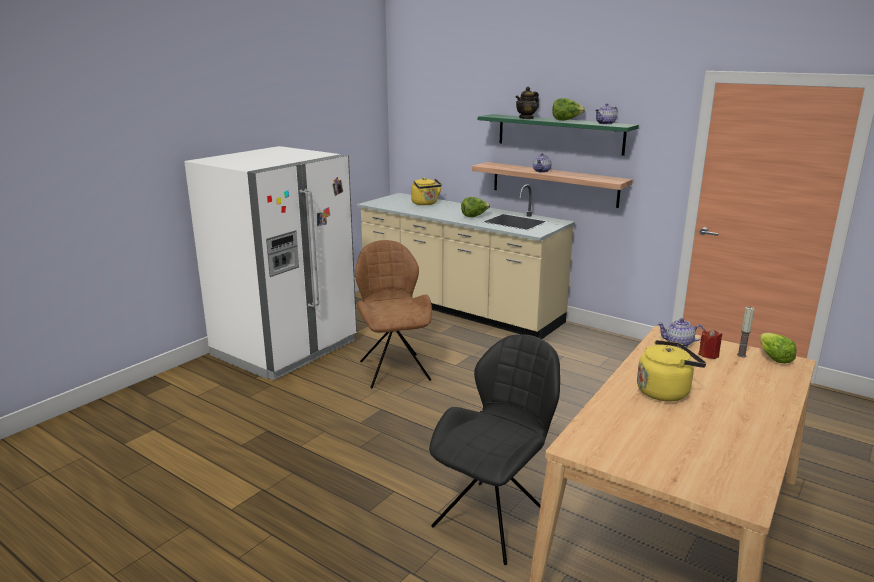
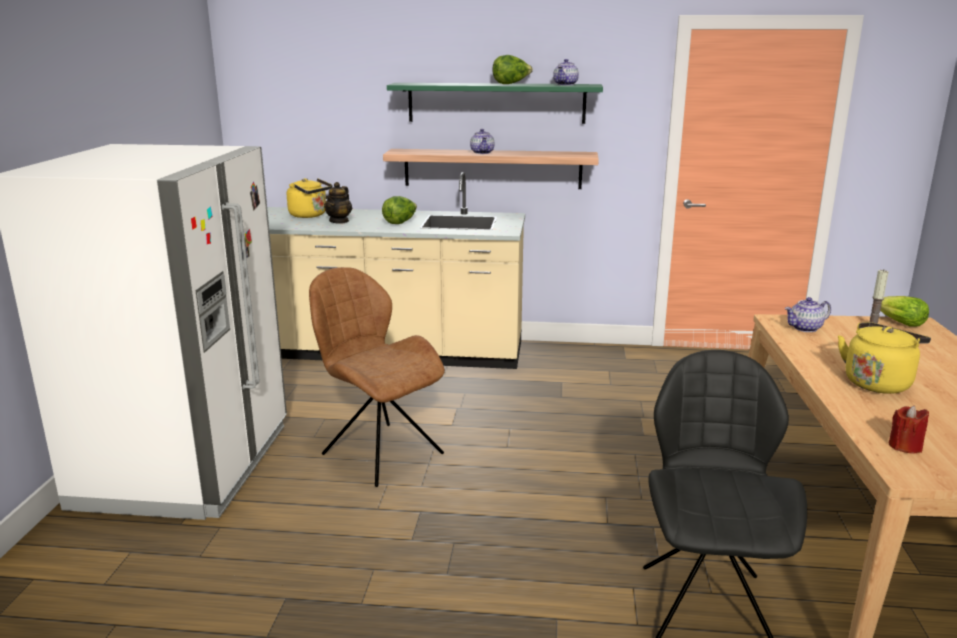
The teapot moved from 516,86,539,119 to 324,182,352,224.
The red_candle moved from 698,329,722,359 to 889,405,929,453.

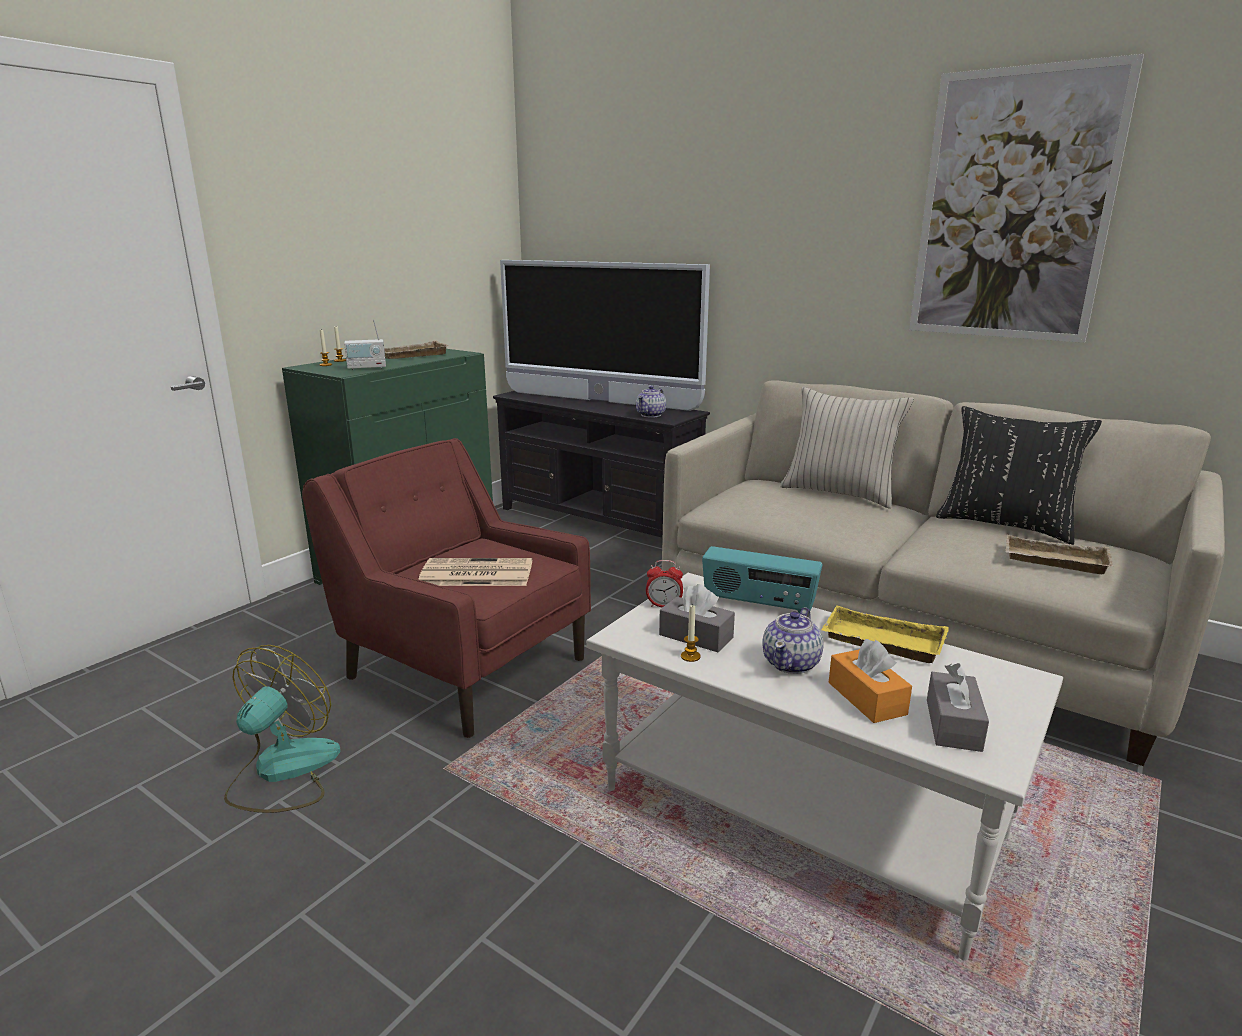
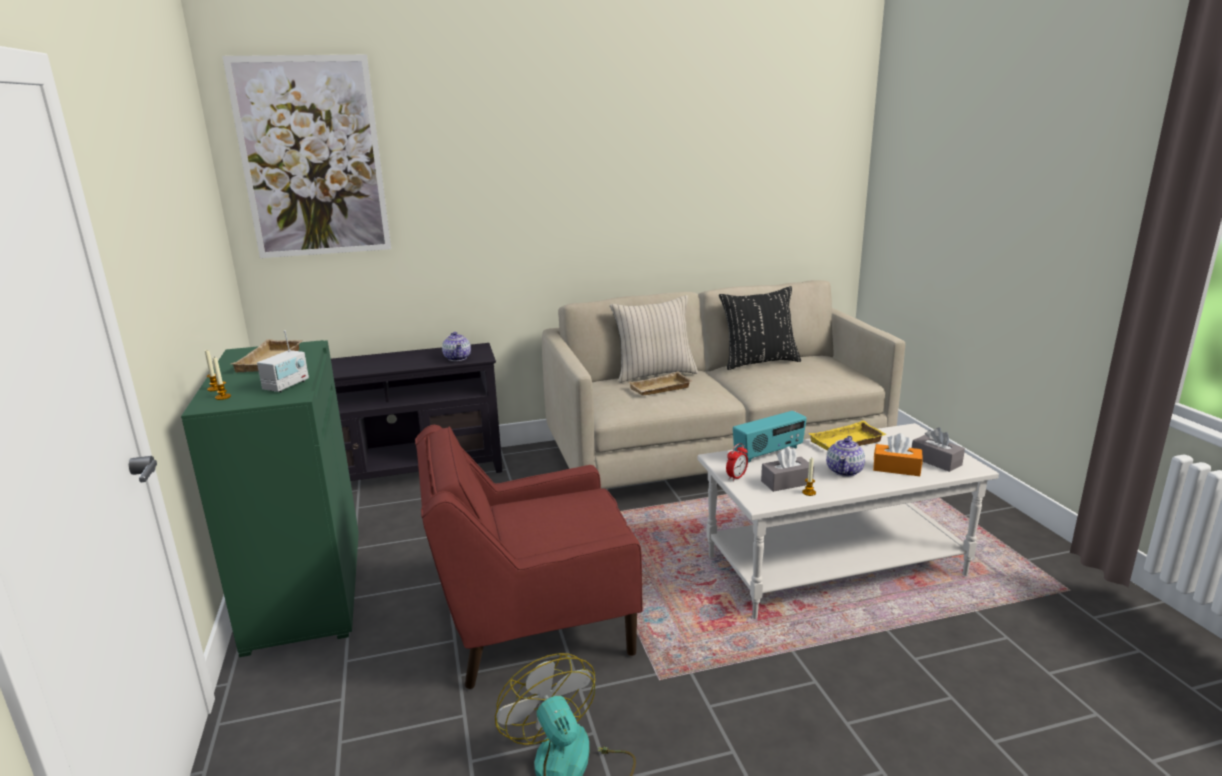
The newspaper at 418,558,532,586 disappeared.
The television at 500,260,710,411 disappeared.
The teapot at 762,607,824,674 turned 45 degrees clockwise.
The picture moved from 909,54,1144,343 to 222,55,391,258.
The beige_tray moved from 1005,535,1113,574 to 629,371,692,396.

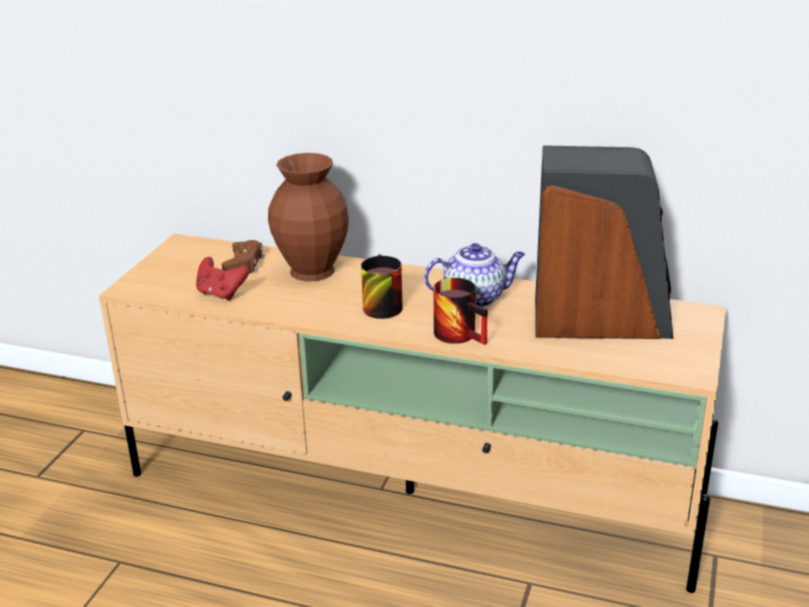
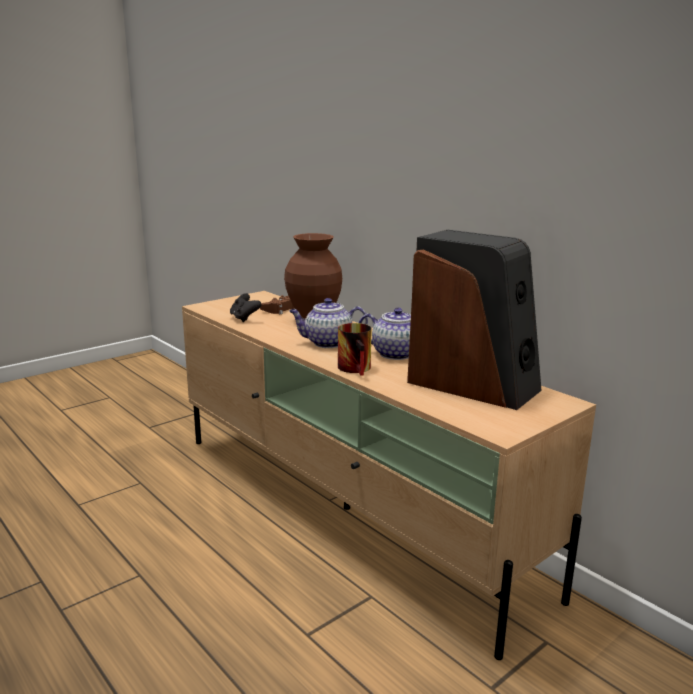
The red_game_controller at 196,257,249,301 became the black_game_controller at 230,293,261,322.
The mug at 361,254,403,319 was replaced by the teapot at 289,298,368,348.

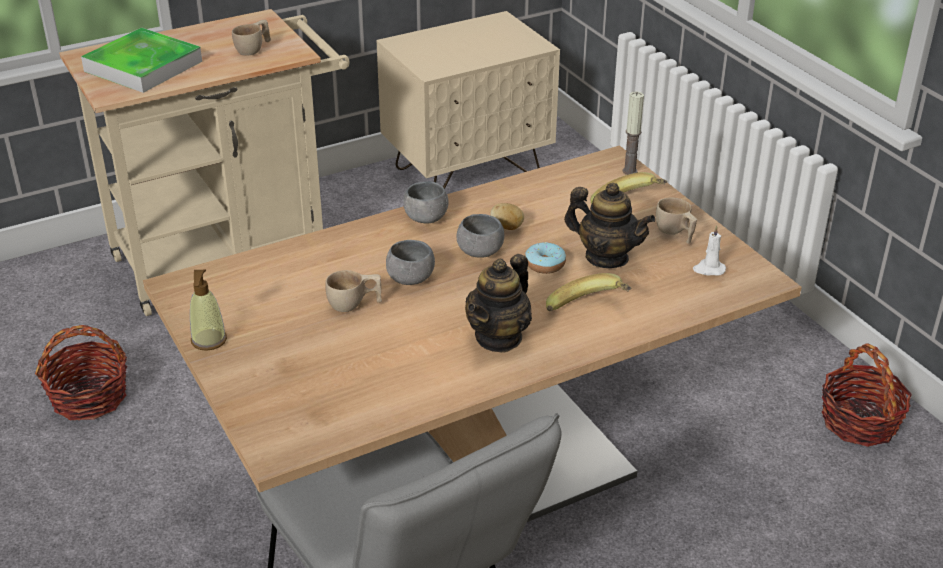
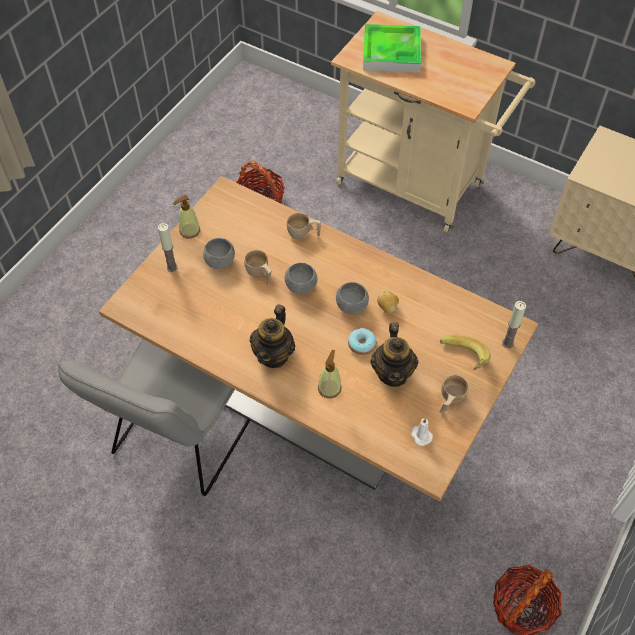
The beige_cup moved from 232,20,271,56 to 287,213,321,239.
The grey_bowl moved from 403,181,448,223 to 203,238,235,269.
The teapot at 465,254,532,353 turned 75 degrees counterclockwise.
The banana at 546,273,631,312 was replaced by the soap_dispenser at 318,350,341,398.
The candle at 158,223,178,272 appeared.

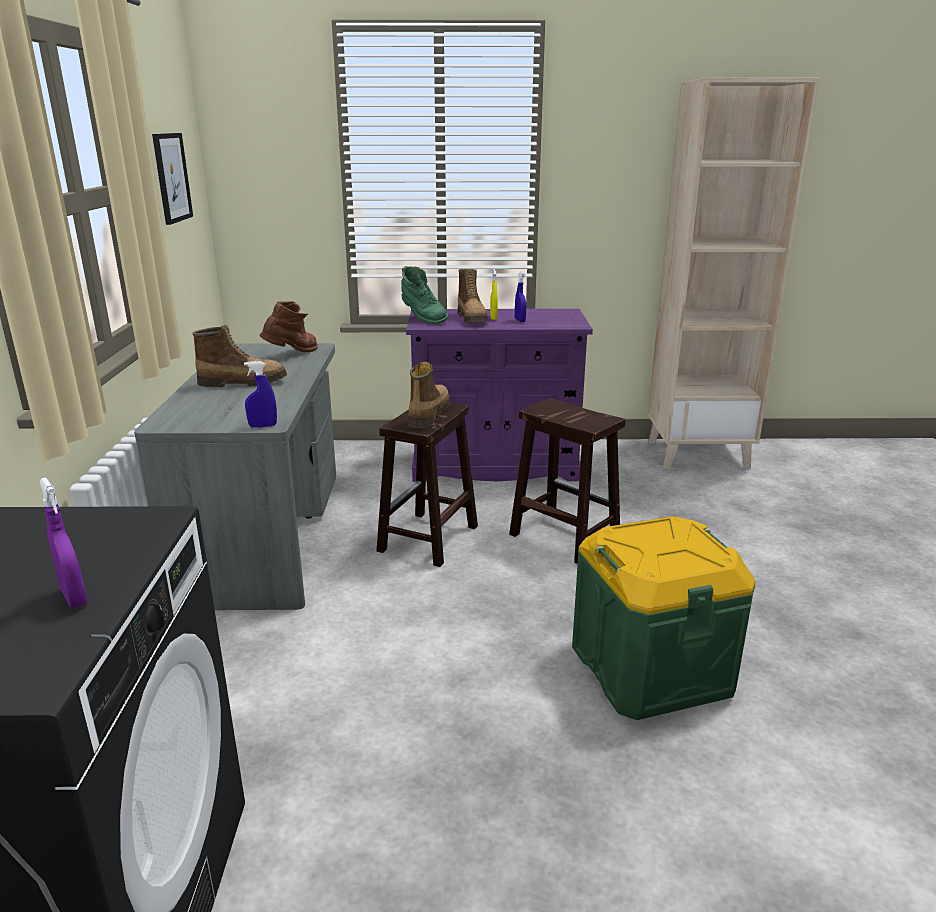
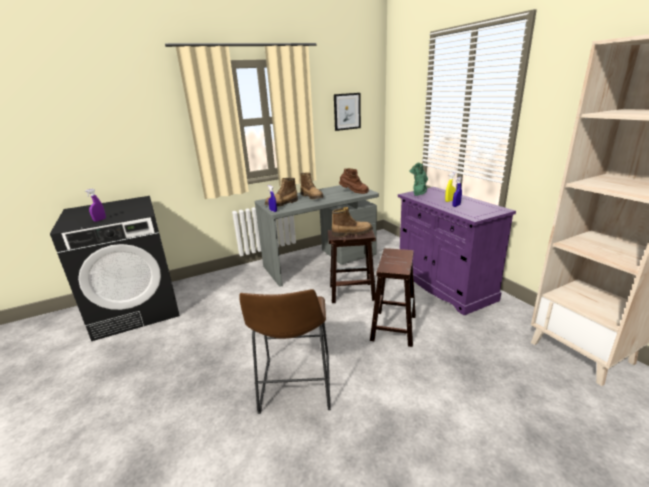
The boot moved from 457,269,488,323 to 265,178,298,206.
The green_storage_box at 572,516,755,720 was replaced by the brown_stool at 239,289,331,414.

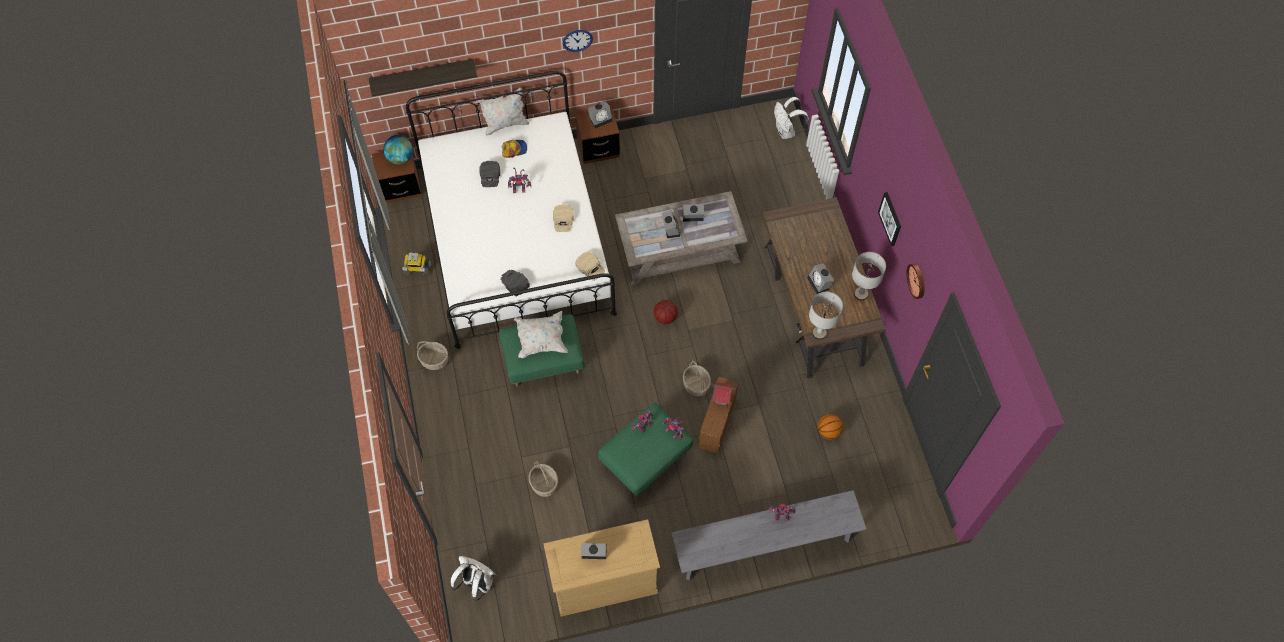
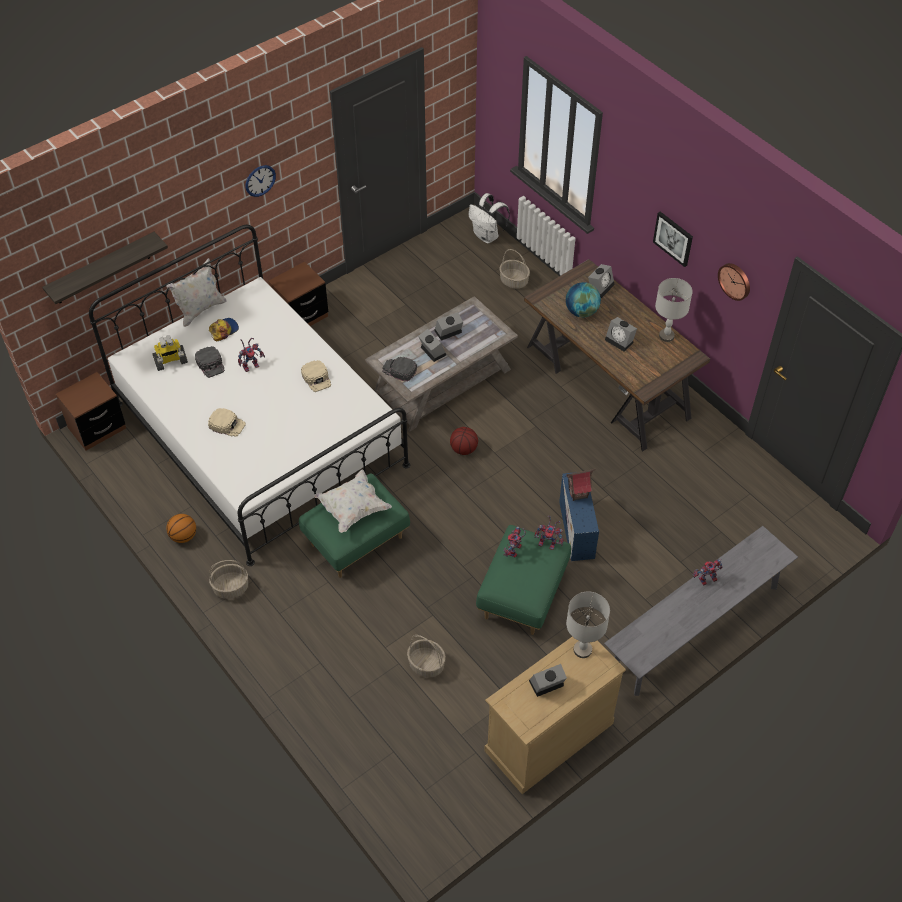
The globe moved from 383,135,413,164 to 566,282,601,317.
The toy_robot moved from 403,252,431,275 to 153,336,188,371.
The white_backpack at 451,556,496,601 disappeared.
The black_cap moved from 500,270,530,296 to 382,357,417,382.
The beige_cap moved from 575,252,605,281 to 208,408,246,437.
The alarm_clock moved from 588,101,612,128 to 588,264,615,298.
The basket moved from 683,361,711,397 to 499,249,530,289.
The brown_storage_box at 698,377,738,454 became the blue_storage_box at 559,472,599,561.
The grey_table_lamp moved from 809,292,843,340 to 566,592,610,658.
The basketball moved from 818,414,843,440 to 167,514,196,543.

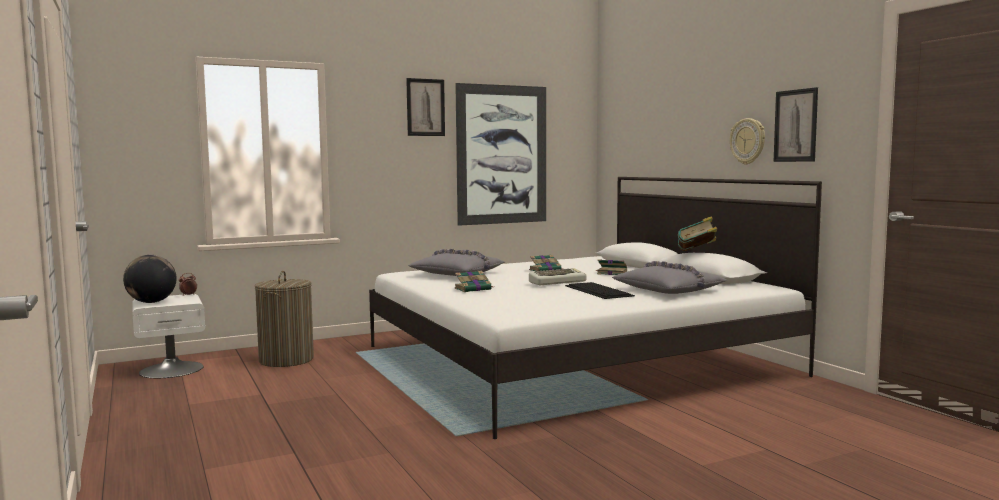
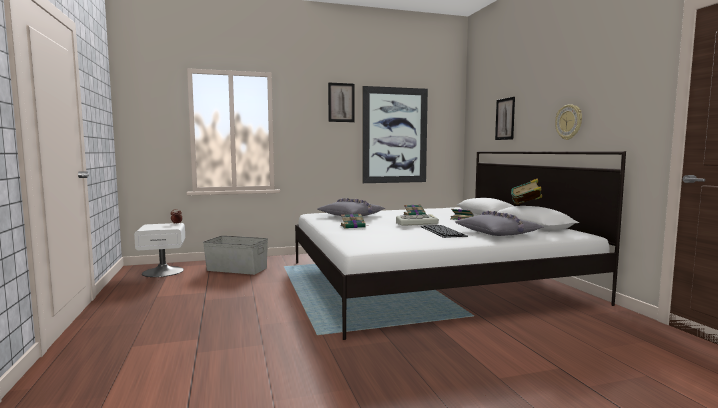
The globe at 123,255,177,303 disappeared.
The laundry_basket at 255,271,314,367 was replaced by the grey_storage_box at 203,236,268,275.
The picture moved from 774,87,818,162 to 495,97,515,140.

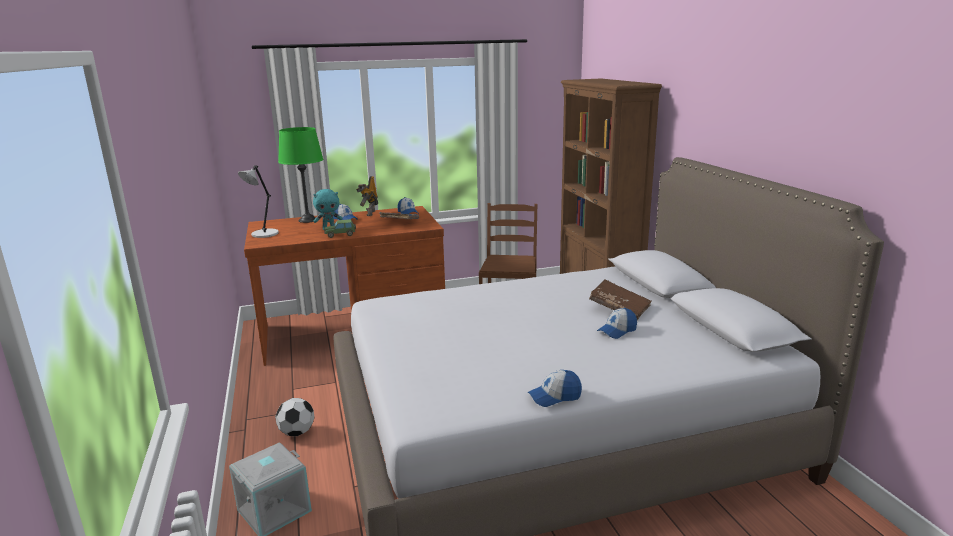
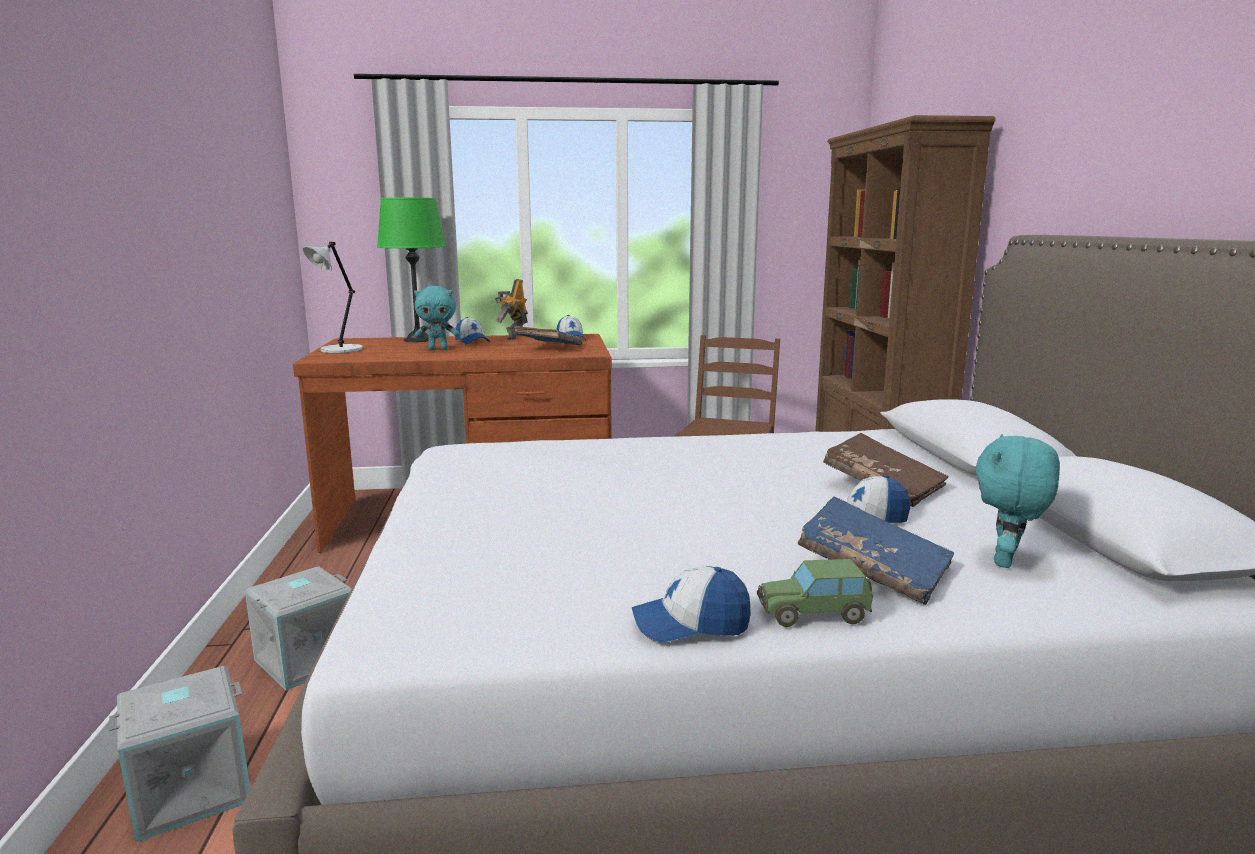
The football at 275,398,315,436 was replaced by the grey_storage_box at 245,566,352,691.
The toy_car moved from 324,219,356,238 to 757,559,873,627.
The blue_book at 798,496,954,605 appeared.
The turquoise_plush_toy at 975,434,1060,568 appeared.

